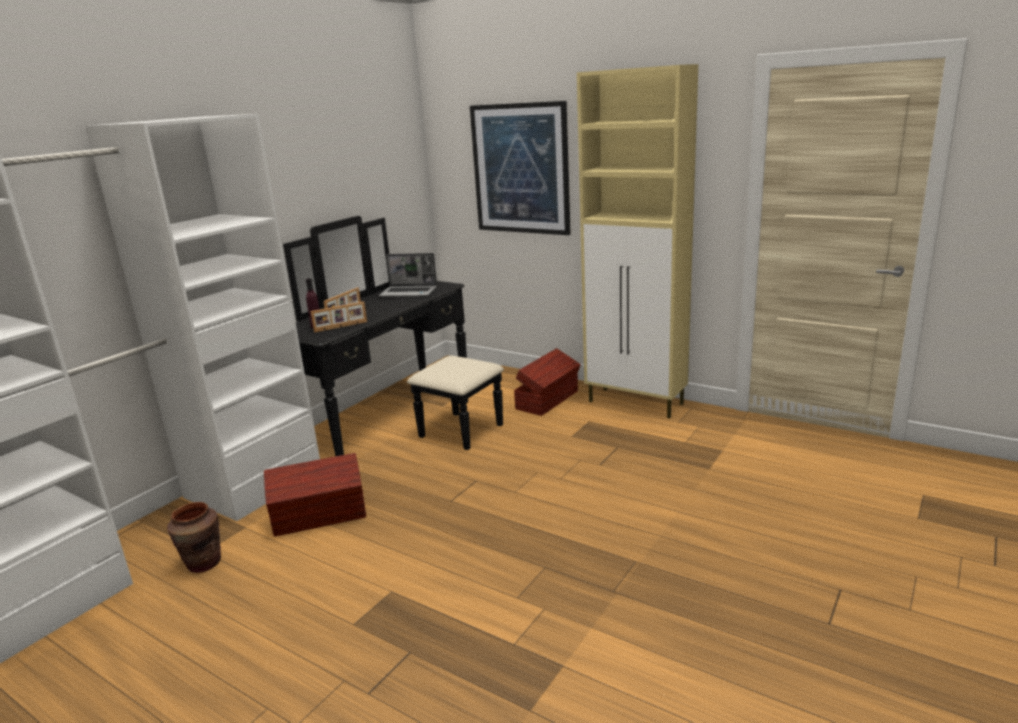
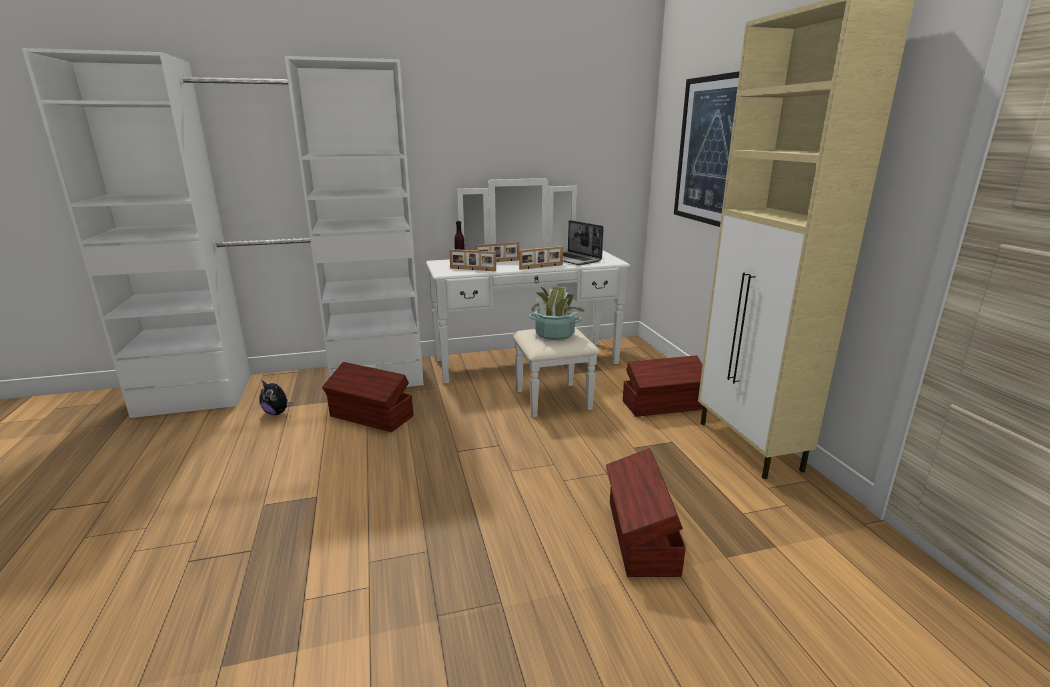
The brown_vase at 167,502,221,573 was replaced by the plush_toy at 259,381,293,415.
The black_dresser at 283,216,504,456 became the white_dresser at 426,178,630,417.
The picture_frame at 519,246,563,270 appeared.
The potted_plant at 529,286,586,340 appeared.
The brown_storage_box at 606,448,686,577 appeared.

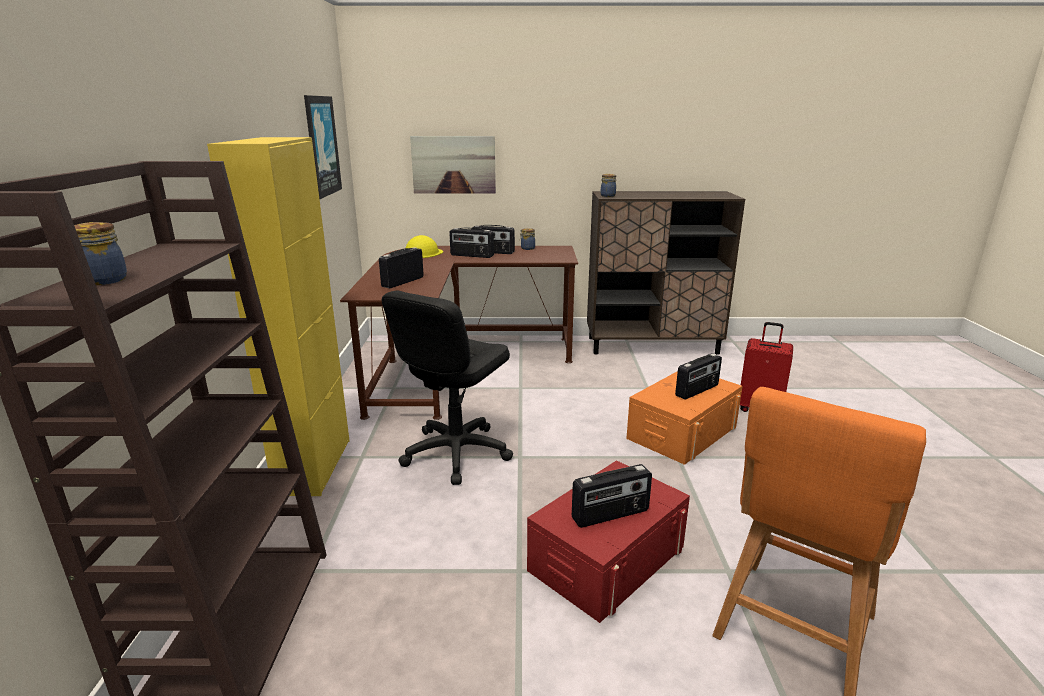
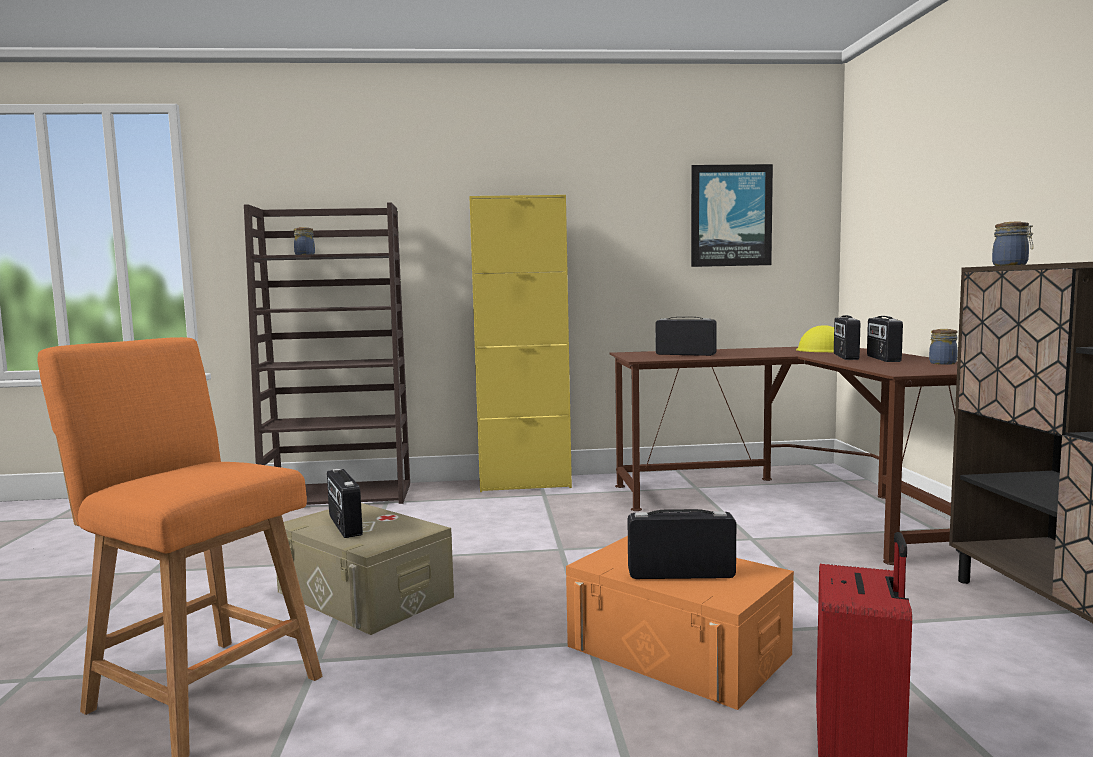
The black_office_chair at 382,291,513,485 disappeared.
The picture at 410,136,496,194 disappeared.
The red_storage_box at 527,460,690,623 became the beige_storage_box at 276,503,454,635.
The radio at 675,353,722,400 turned 135 degrees clockwise.

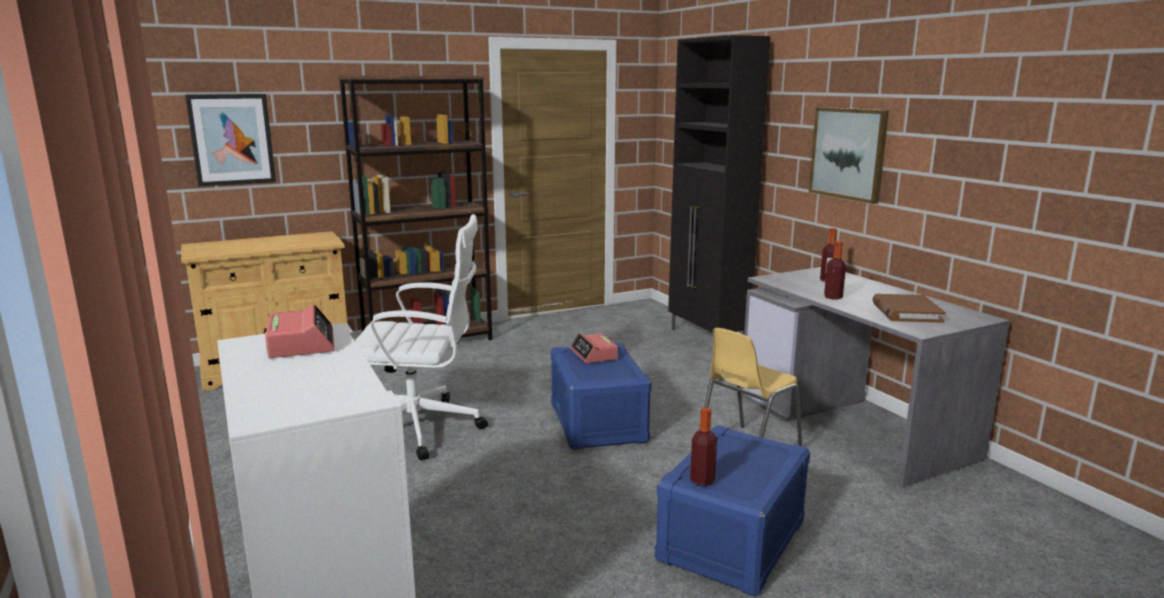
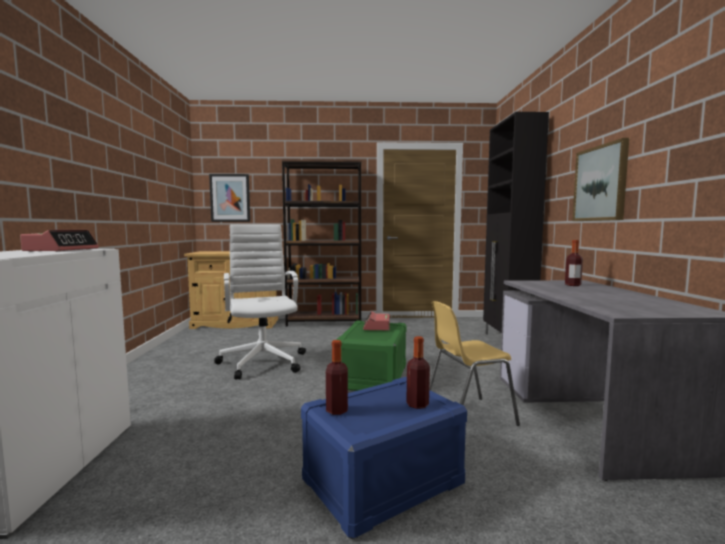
The white_office_chair at 355,214,488,461 turned 135 degrees counterclockwise.
The blue_storage_box at 551,343,652,450 became the green_storage_box at 336,320,406,391.
The bottle moved from 824,241,846,300 to 407,336,430,409.
The brown_book at 873,294,946,323 disappeared.

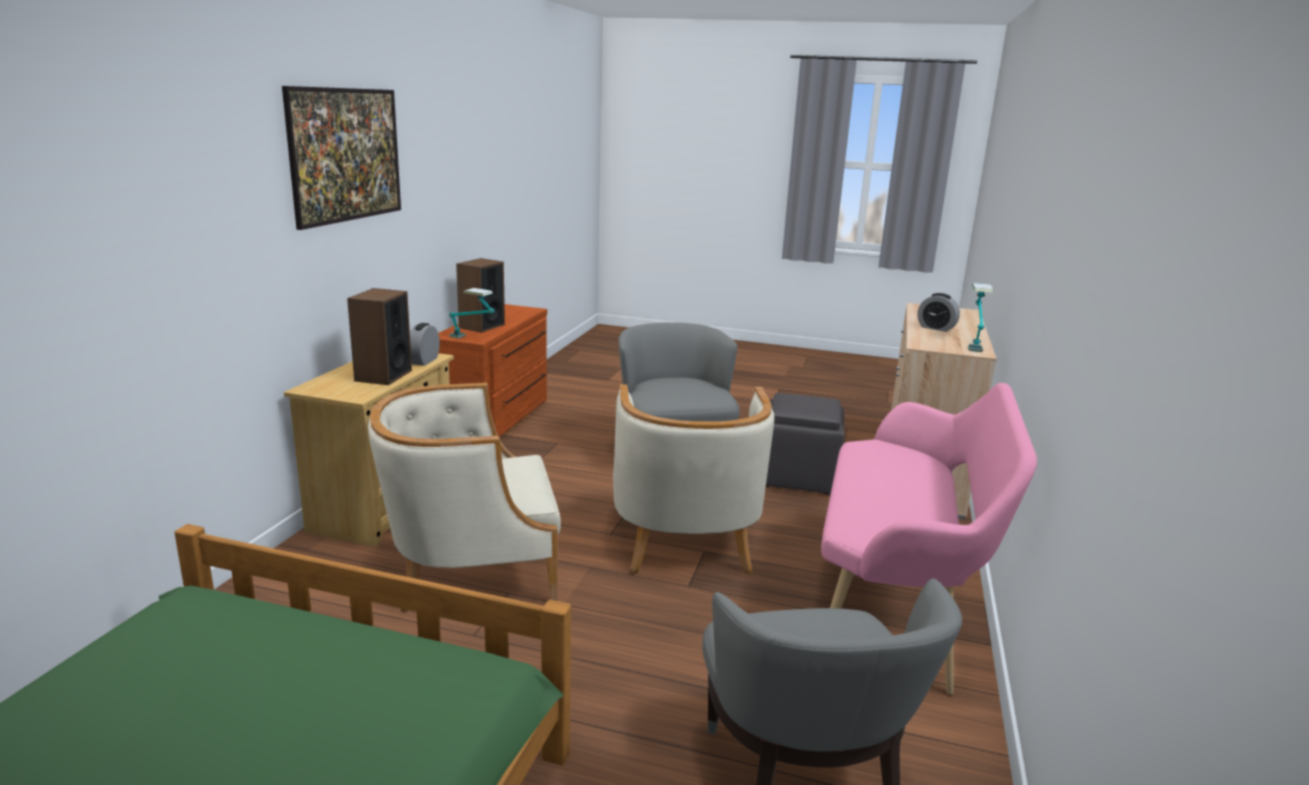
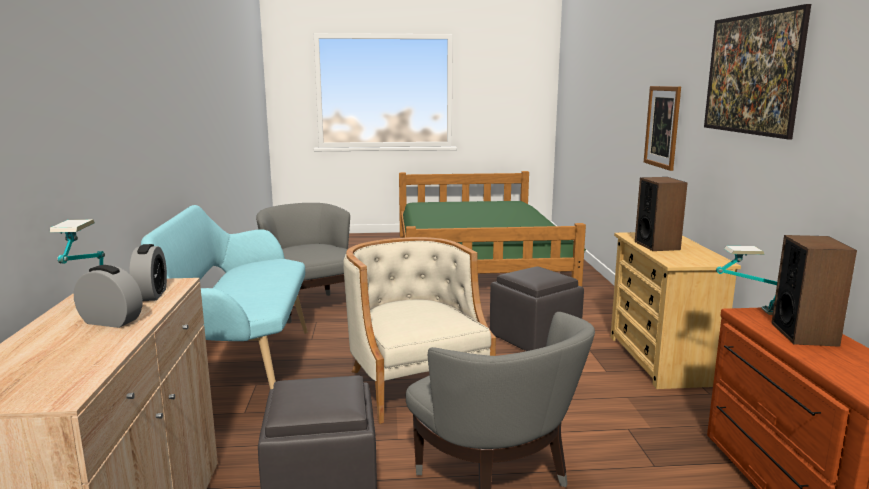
The beige_armchair at 368,383,561,613 was replaced by the grey_ottoman at 490,266,584,351.
The alarm_clock moved from 410,323,440,366 to 129,244,167,301.
The pink_bench at 821,383,1037,695 became the turquoise_bench at 141,205,308,389.
The picture at 644,86,681,171 appeared.

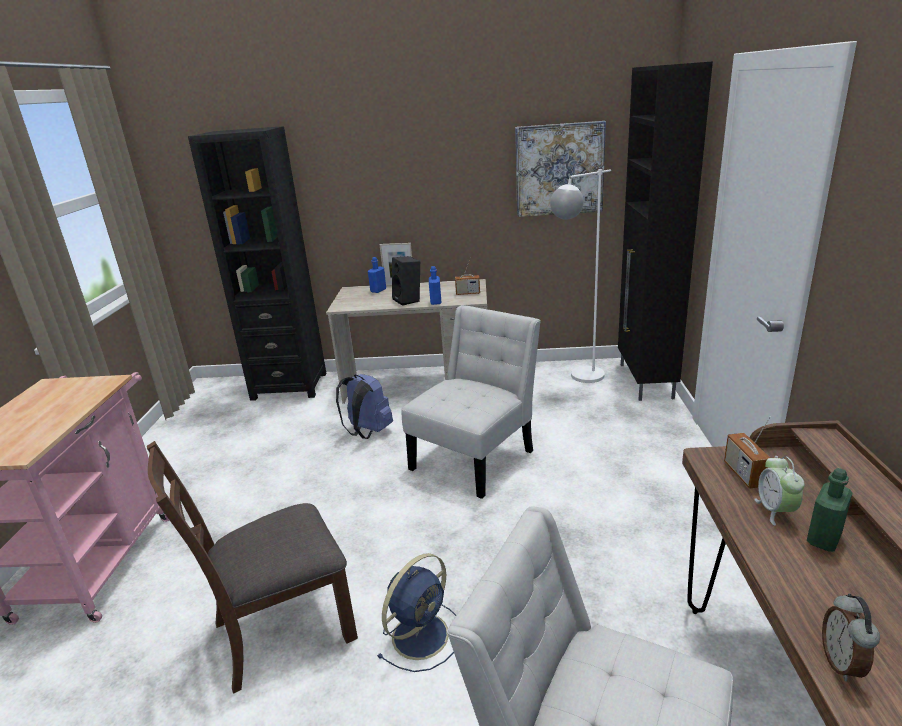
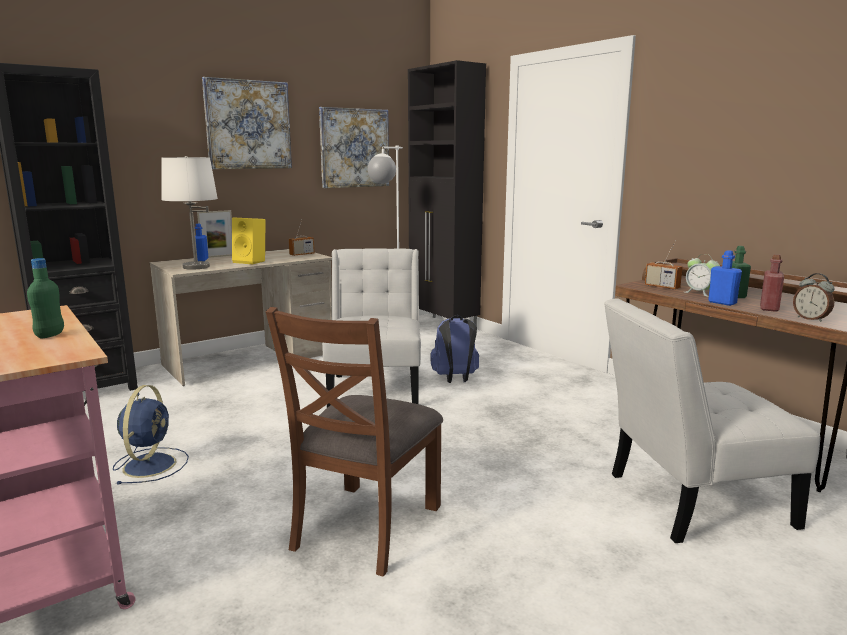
The blue_backpack moved from 336,374,393,439 to 431,315,479,383.
The blue_fan moved from 377,553,456,672 to 113,385,189,485.
The black_speaker at 392,256,420,306 became the yellow_speaker at 232,217,266,264.
The blue_bottle moved from 429,266,441,305 to 708,250,742,306.
The green_bottle at 27,258,64,338 appeared.
The white_table_lamp at 161,156,218,270 appeared.
The picture at 202,77,292,169 appeared.
The red_bottle at 760,254,784,312 appeared.

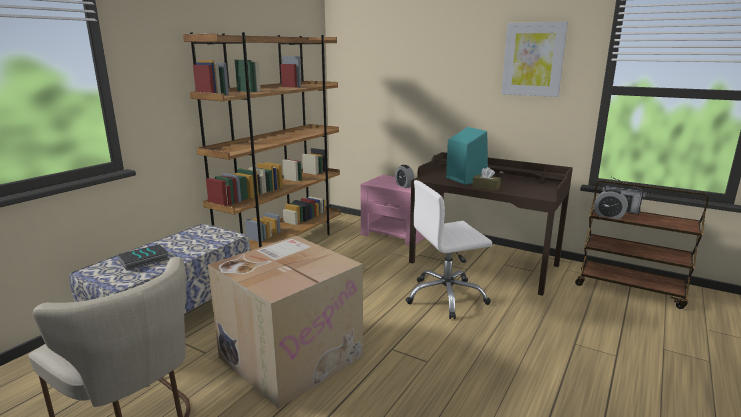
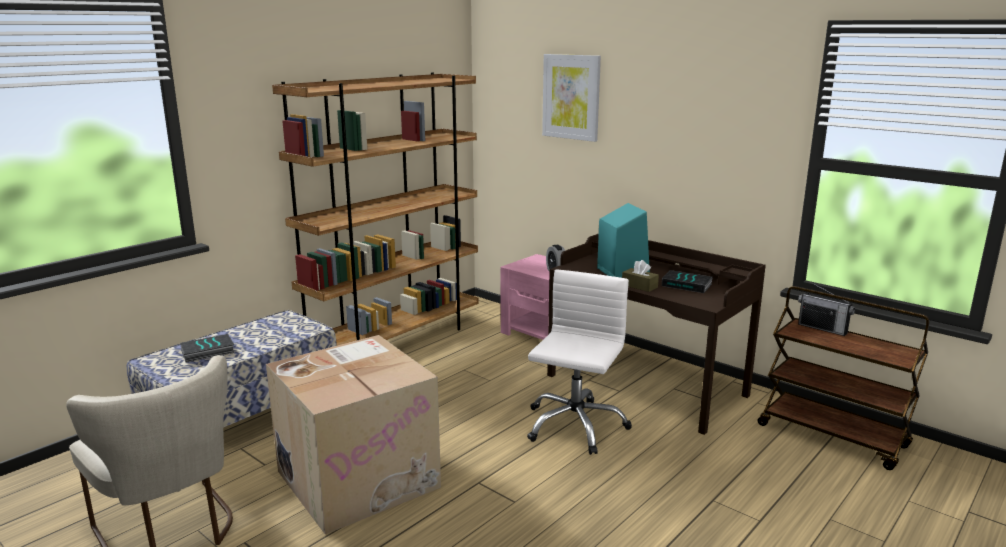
The white_office_chair at 406,180,492,319 turned 120 degrees clockwise.
The picture moved from 501,21,568,97 to 542,54,601,142.
The alarm_clock at 594,189,628,219 disappeared.
The book at 662,270,713,293 appeared.

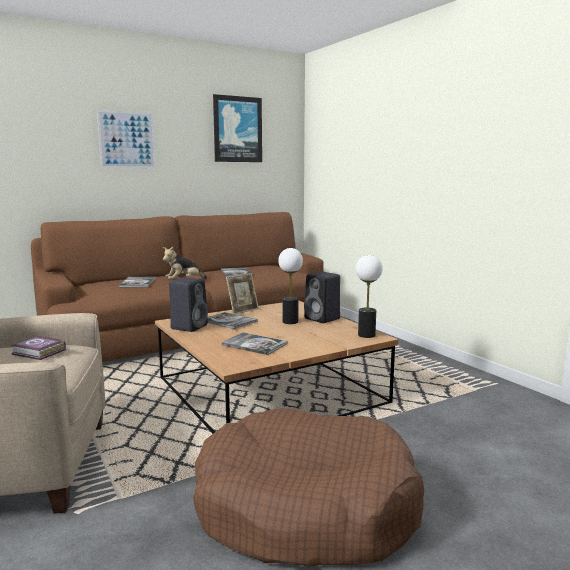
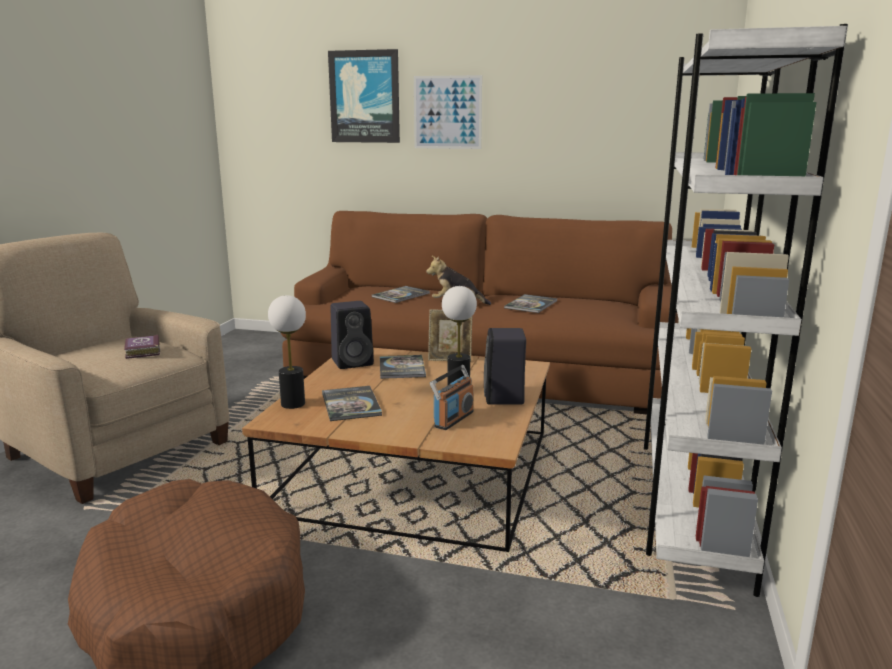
The picture moved from 213,94,262,162 to 328,49,400,143.
The table_lamp moved from 356,255,383,338 to 268,295,306,409.
The radio at 430,365,474,430 appeared.
The white_bookcase at 644,24,848,597 appeared.

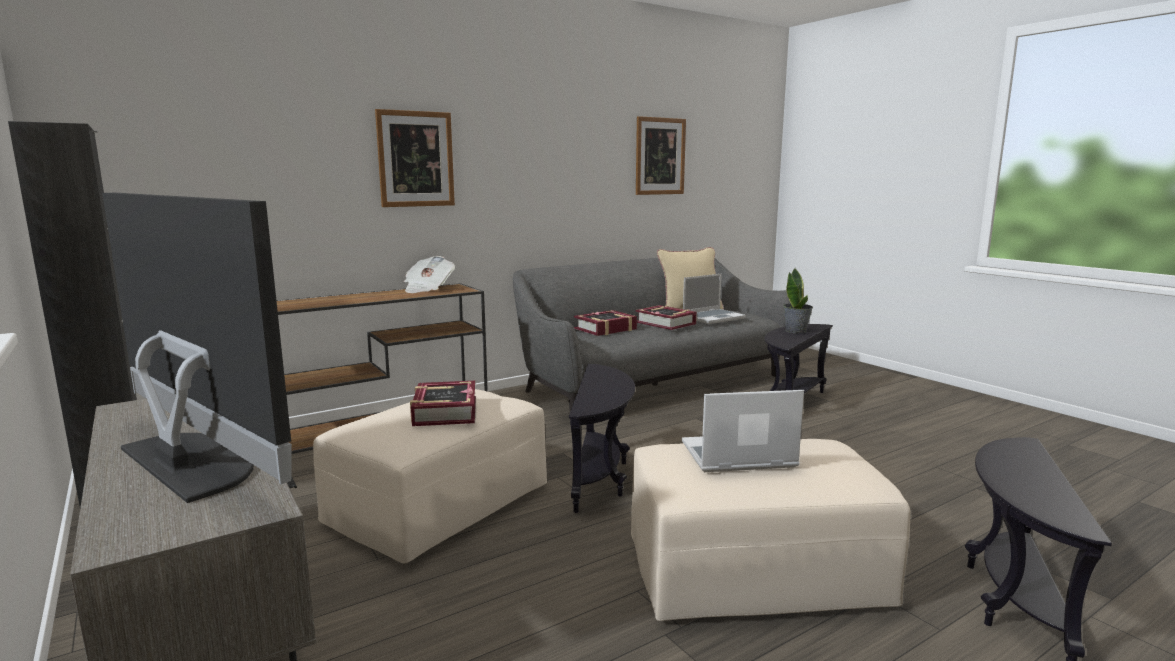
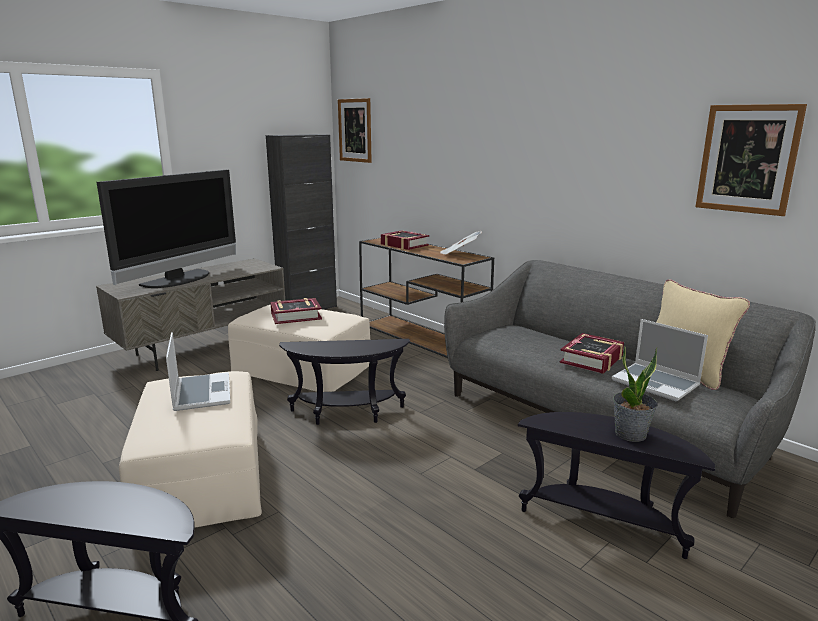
The picture moved from 375,109,455,207 to 338,98,372,163.
The book moved from 574,310,637,336 to 381,230,429,250.

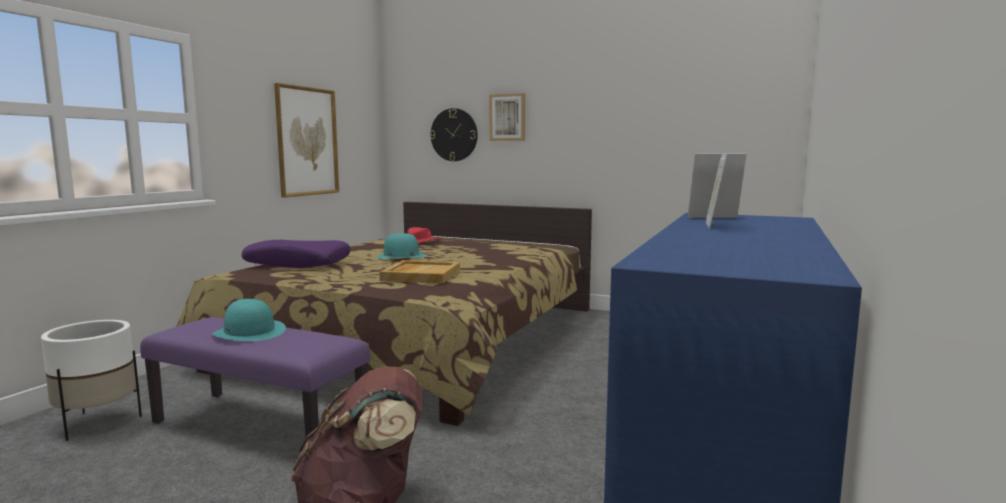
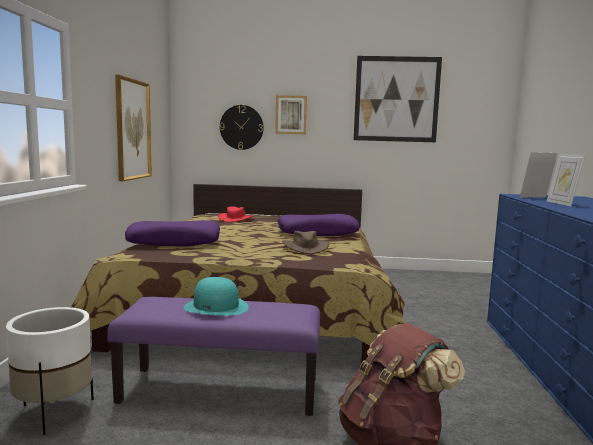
The turquoise_hat at 376,233,427,259 disappeared.
The beige_tray at 380,260,460,284 was replaced by the brown_hat at 282,231,329,254.
The purple_pillow at 277,214,359,236 appeared.
The picture at 354,56,442,142 appeared.

